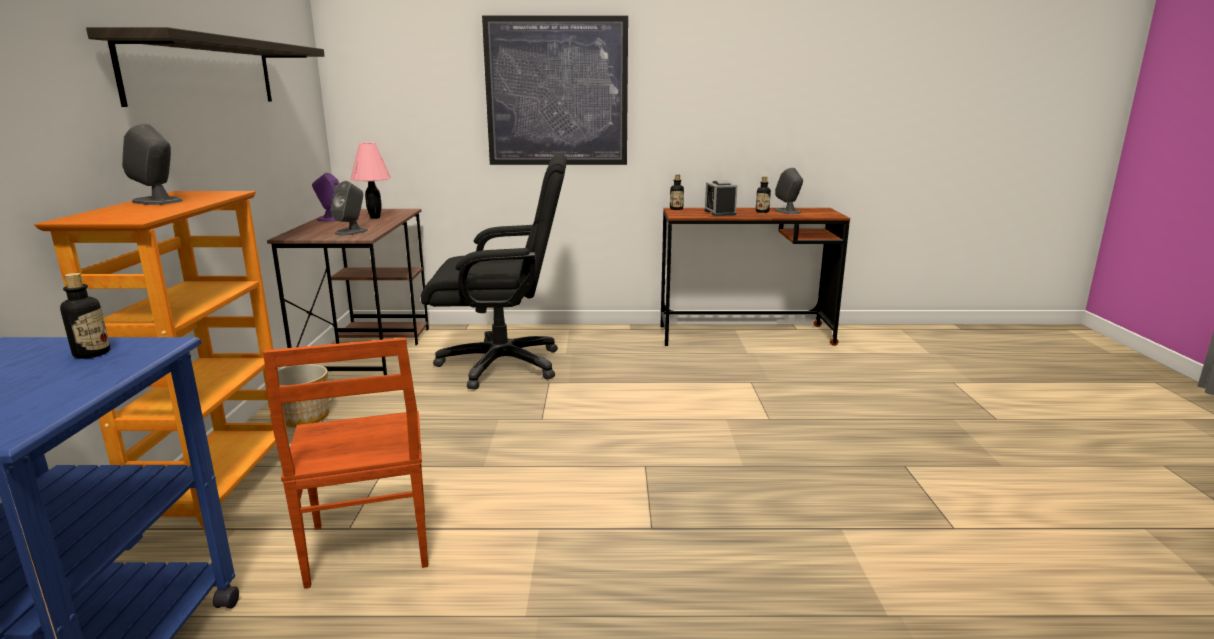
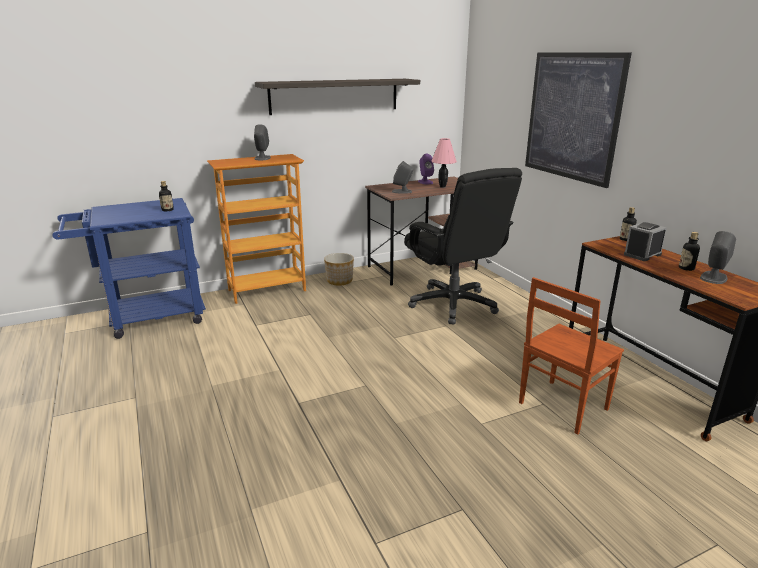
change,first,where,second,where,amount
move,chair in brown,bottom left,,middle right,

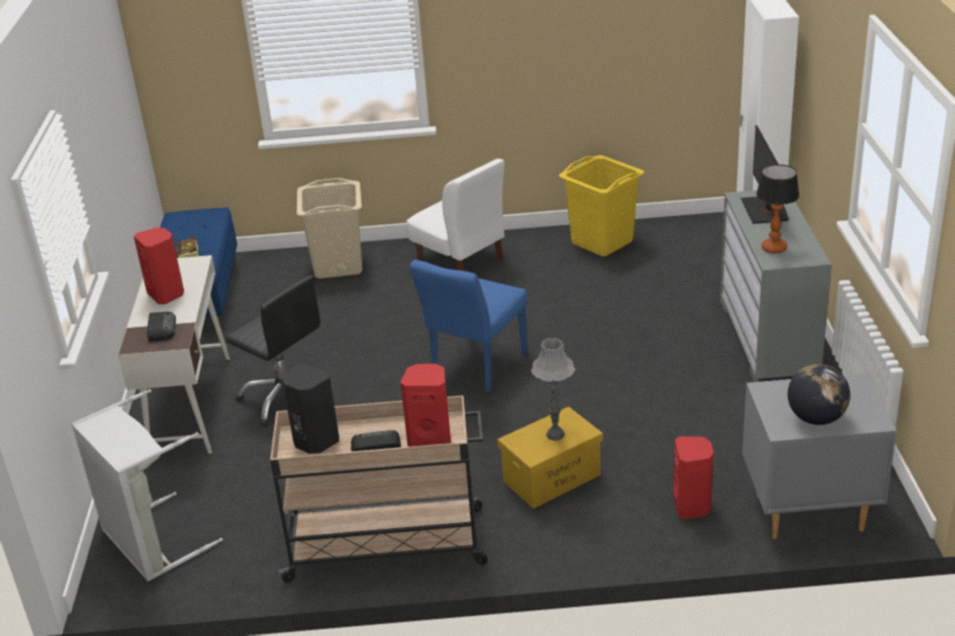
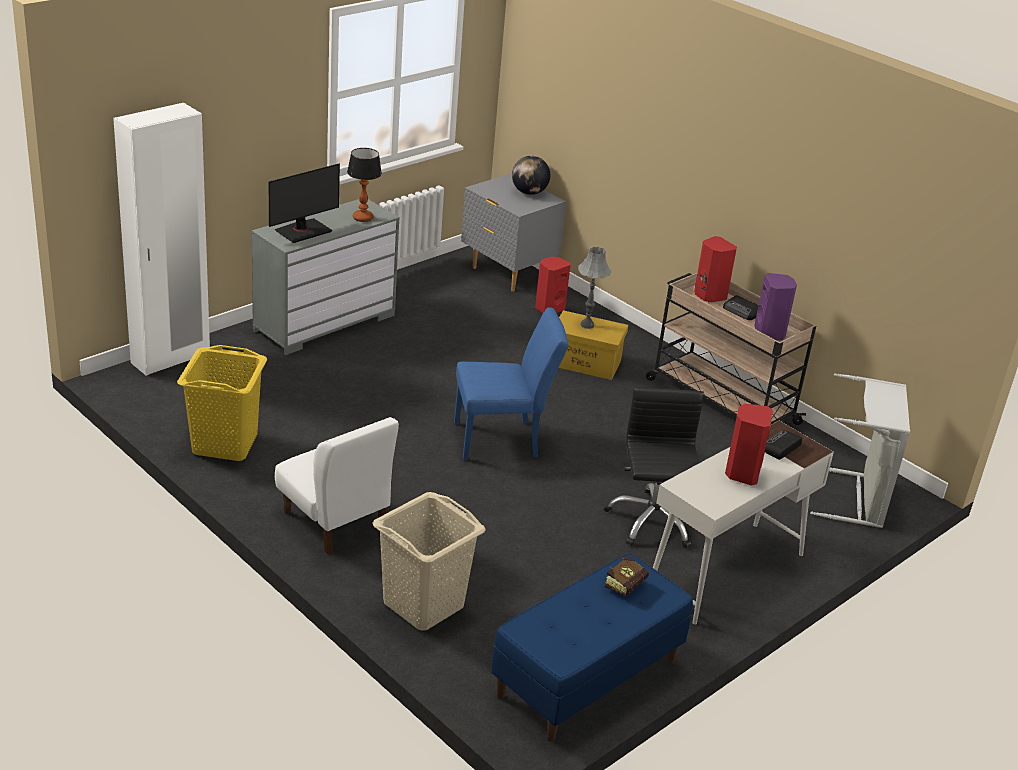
change,first,where,second,where,amount
recolor,speaker in black,middle left,speaker in purple,middle right,
rotate,chair in white,centre,,middle left,135 degrees clockwise

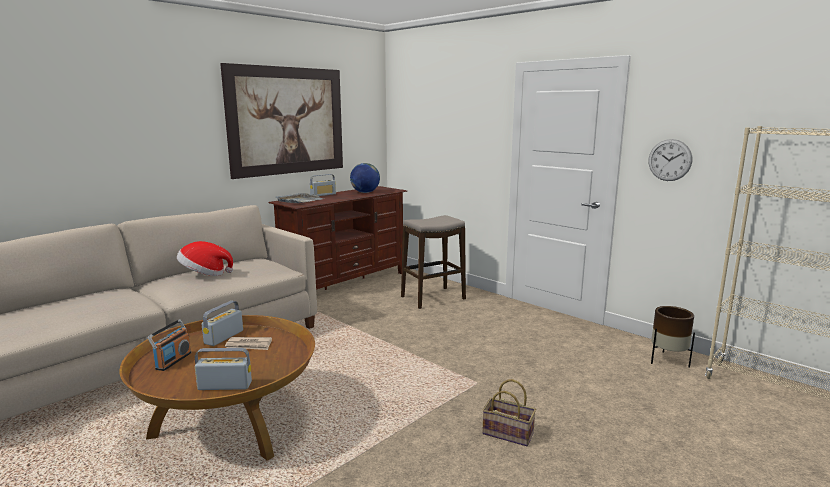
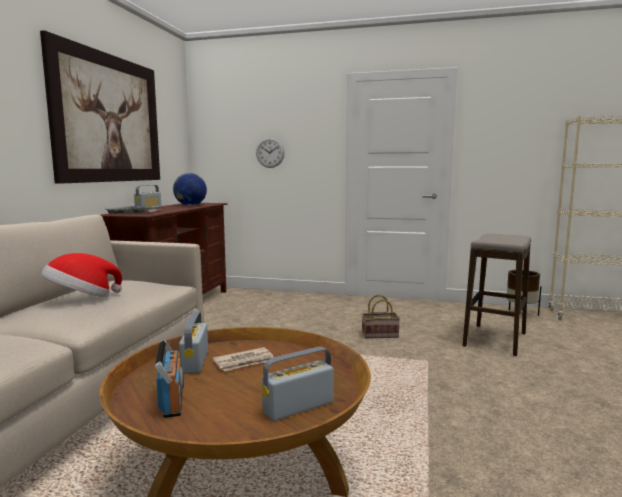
change,first,where,second,where,amount
move,stool,centre,,middle right,
move,basket,bottom centre,,centre,
move,wall clock,top right,,top centre,

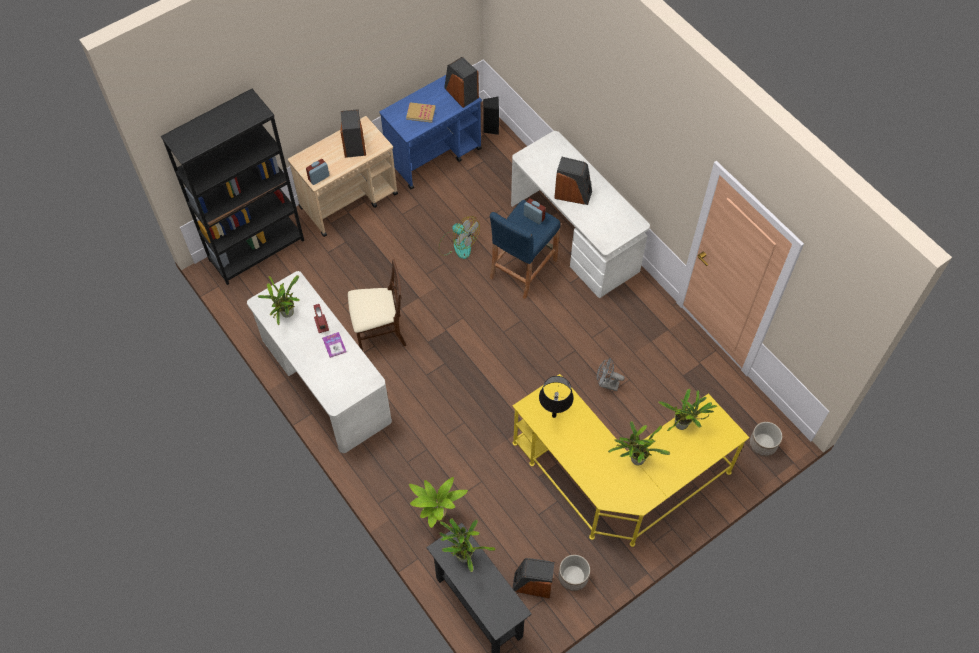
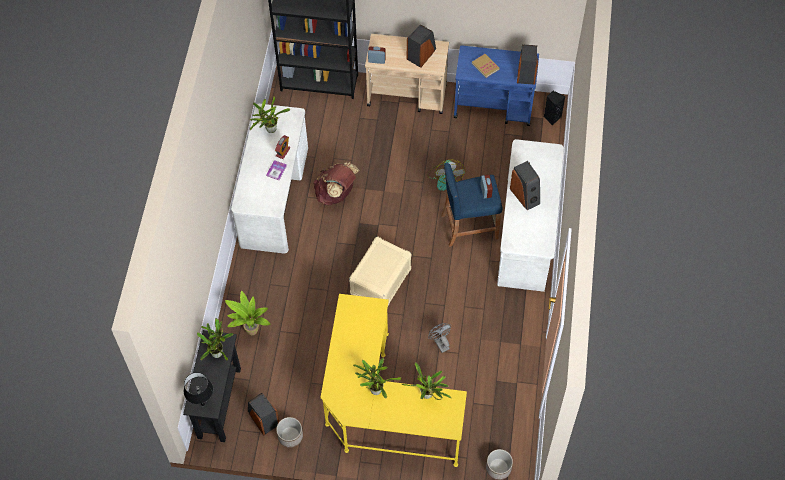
change,first,where,second,where,amount
replace,chair in beige,centre,backpack in brown,centre,
move,table lamp in black,centre,,bottom left,
insert,,,storage box in beige,centre,

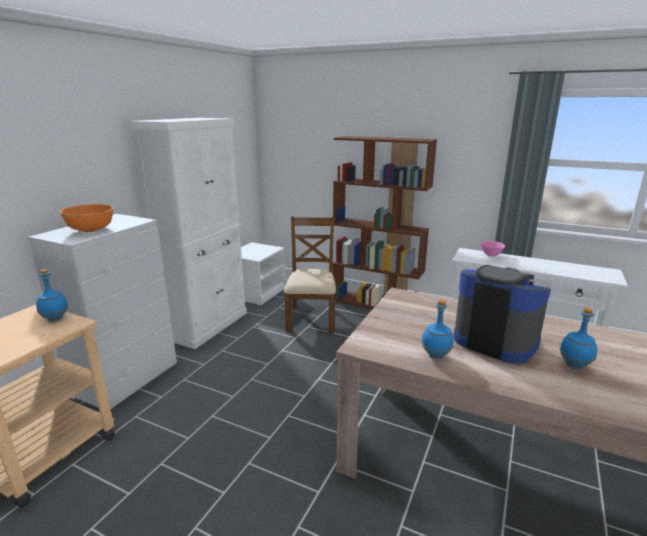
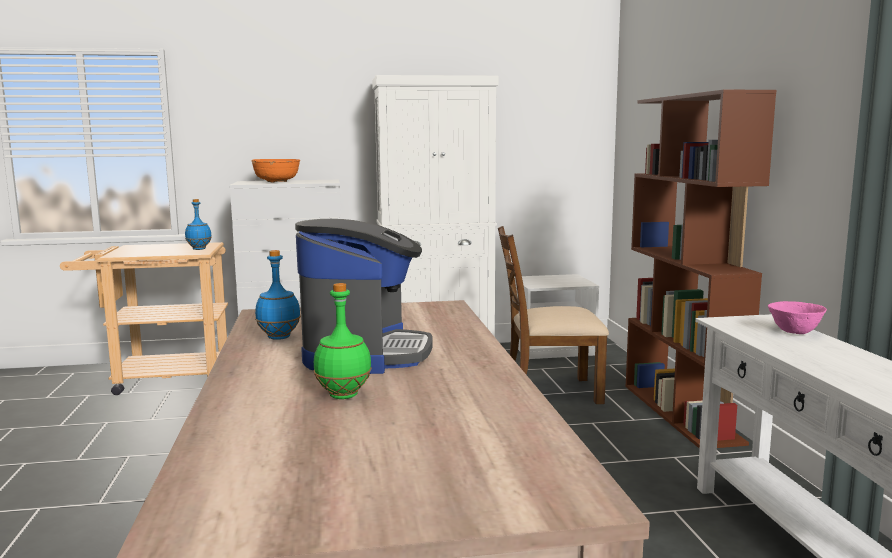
change,first,where,second,where,amount
rotate,chair in brown,centre,,centre,150 degrees counterclockwise
recolor,bottle in blue (3rd from left),middle right,bottle in green,centre,

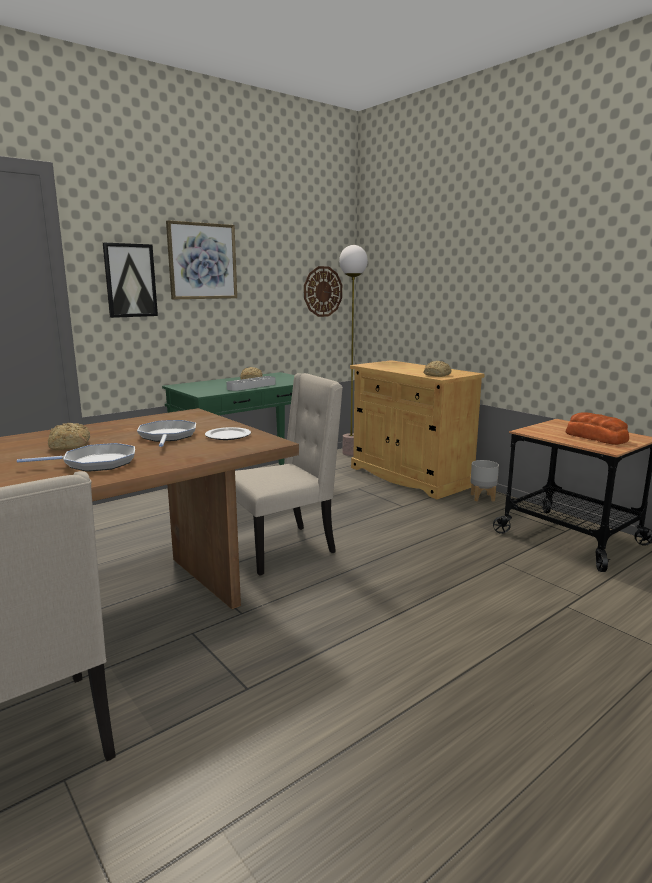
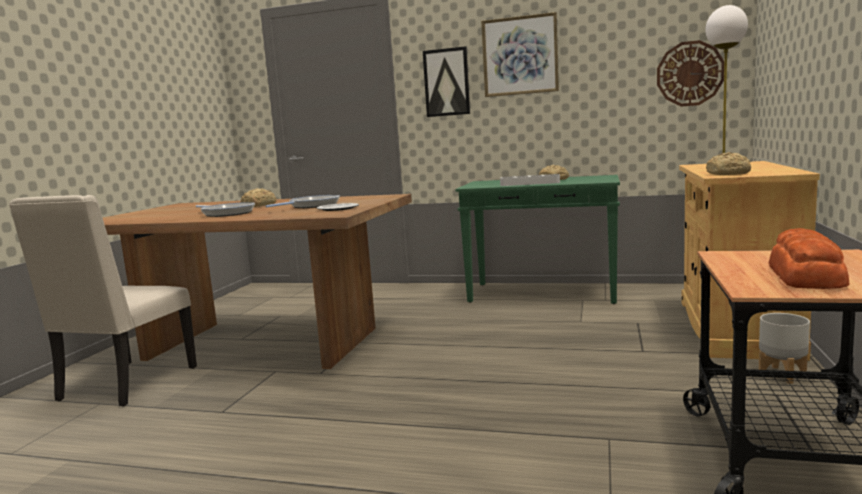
change,first,where,second,where,amount
delete,chair in beige (2nd from left),centre,,,

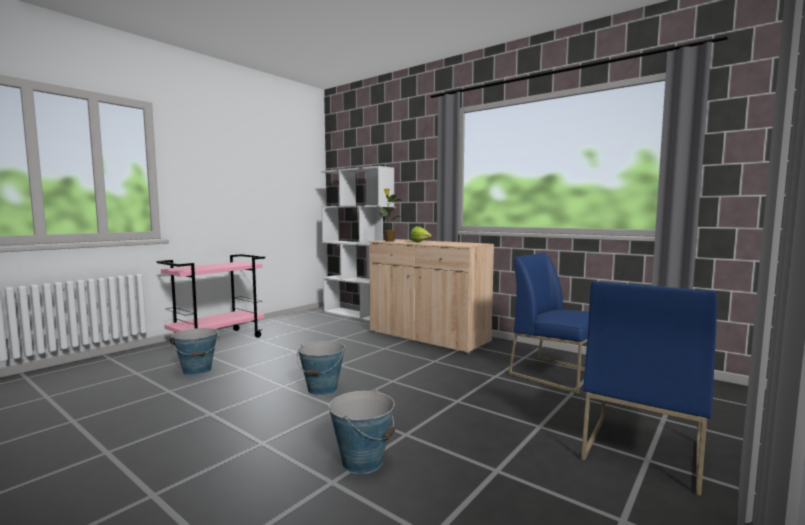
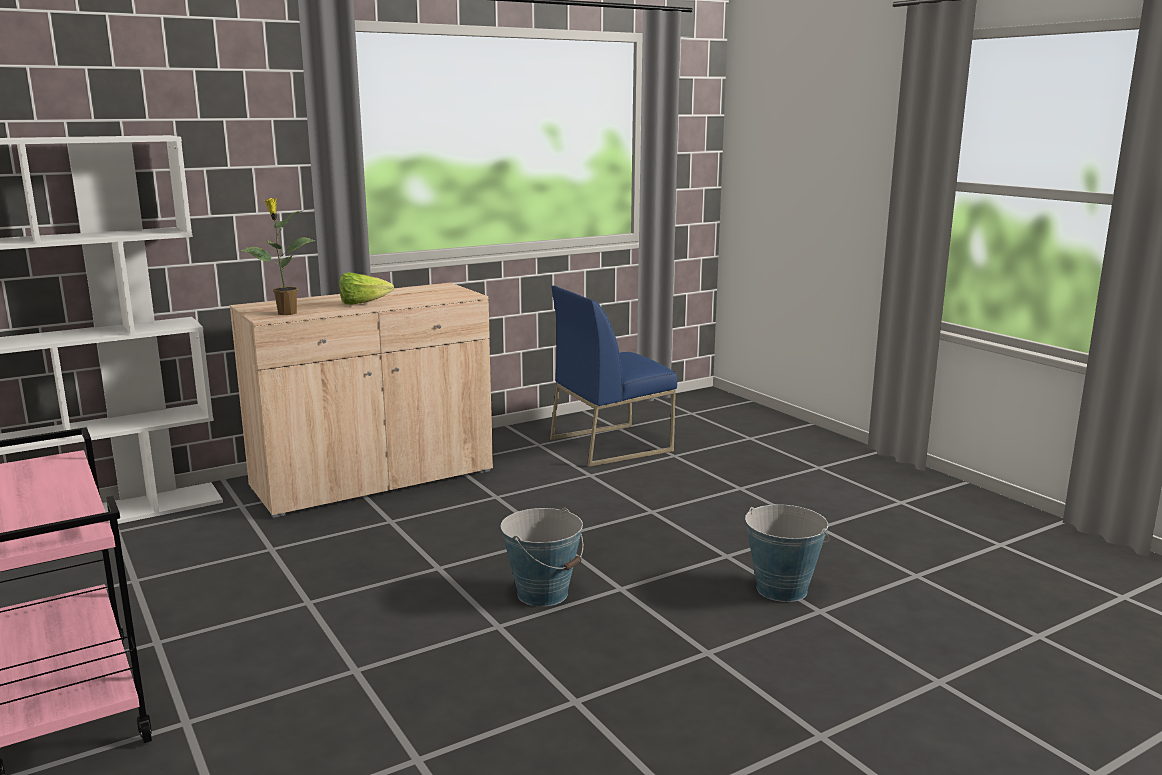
change,first,where,second,where,amount
delete,bucket (1st from left),bottom left,,,
delete,chair in blue (2nd from left),bottom right,,,

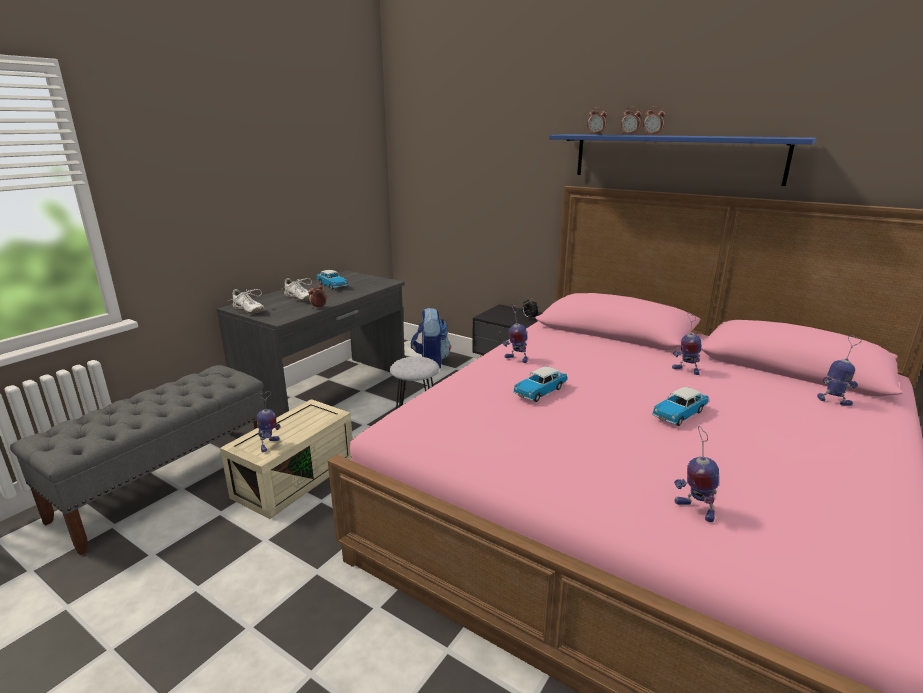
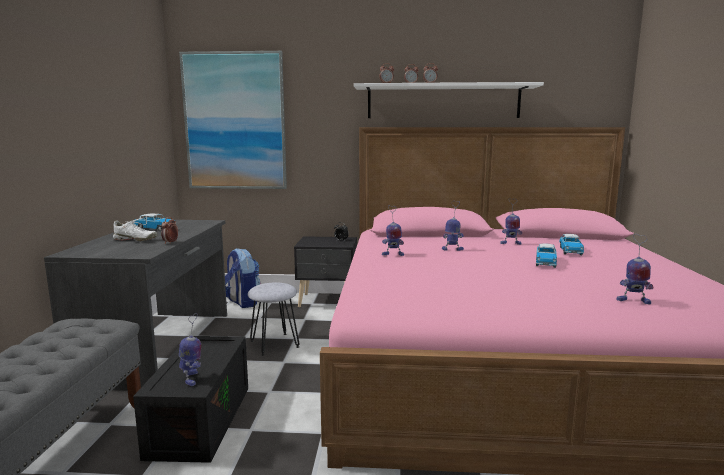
change,first,where,second,where,amount
recolor,storage box in beige,middle left,storage box in black,bottom left,
delete,shoe in white (1st from left),middle left,,,
move,toy car (2nd from left in the first image),centre,toy car (3rd from left),middle right,
recolor,shelf in blue,top right,shelf in white,top centre,
move,toy robot (5th from left in the first image),middle right,toy robot (3rd from left),centre,
insert,,,picture,top left,

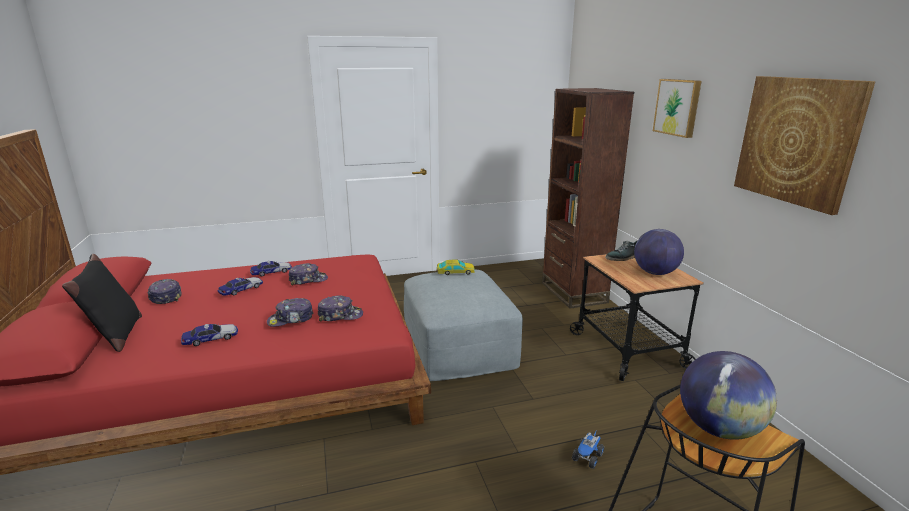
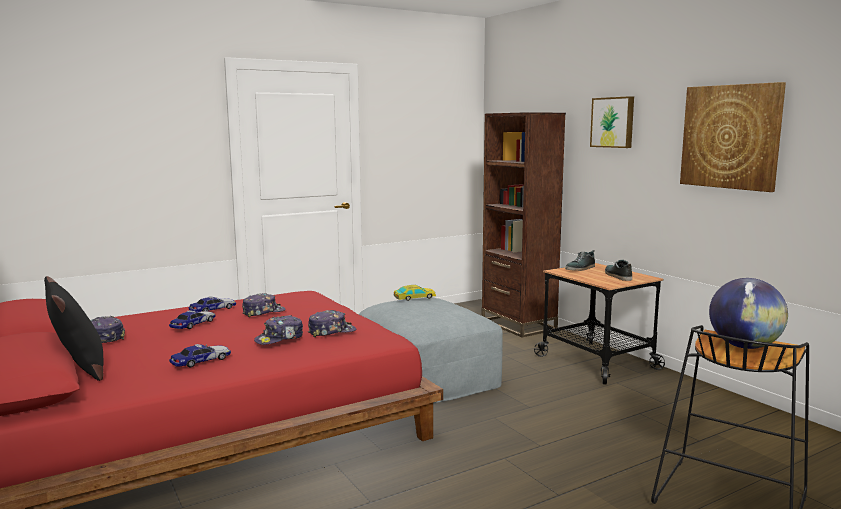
change,first,where,second,where,amount
delete,toy truck,bottom centre,,,
replace,globe (1st from left),middle right,shoe (2nd from left),middle right,

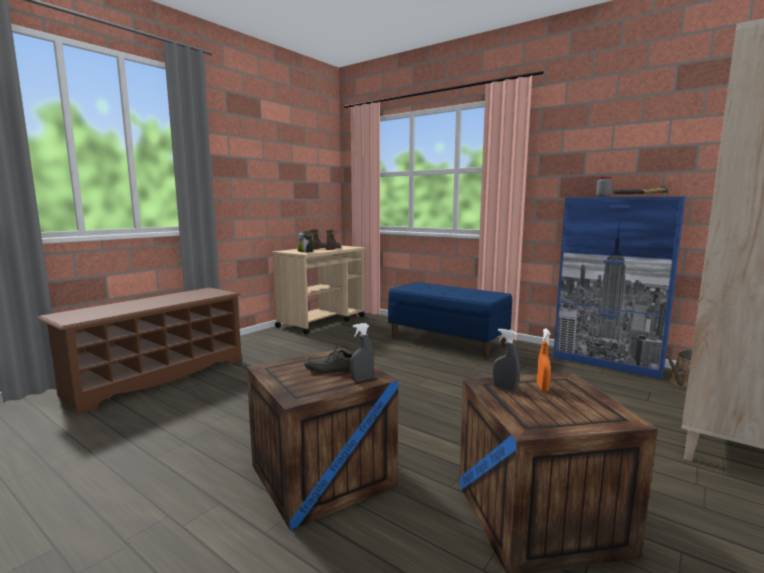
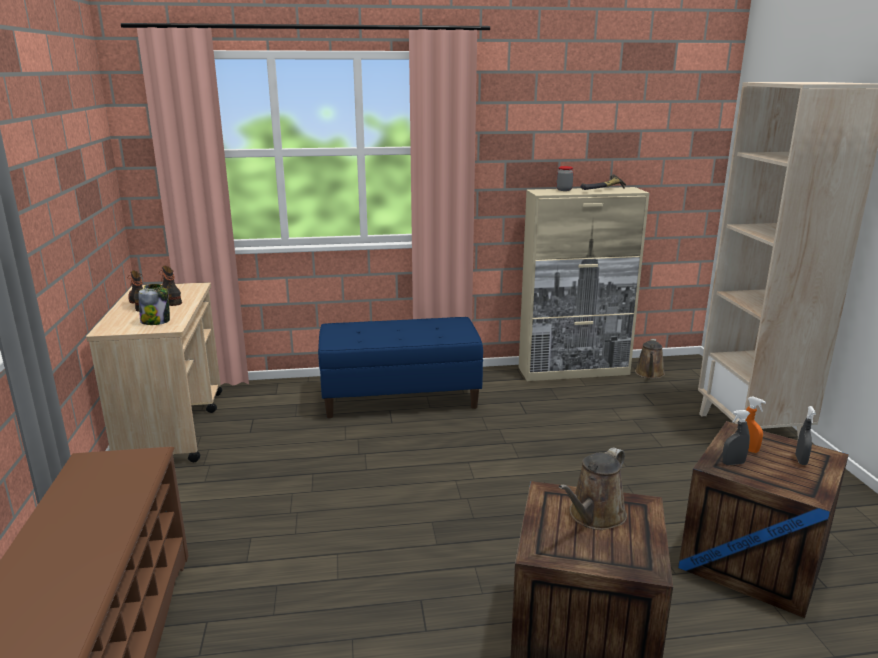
change,first,where,second,where,amount
replace,shoe in grey,centre,watering can in brown (1st from left),bottom right,
move,spray bottle in grey (1st from left in the first image),centre,spray bottle in grey (2nd from left),middle right,
recolor,cabinet in blue,middle right,cabinet in beige,centre,

